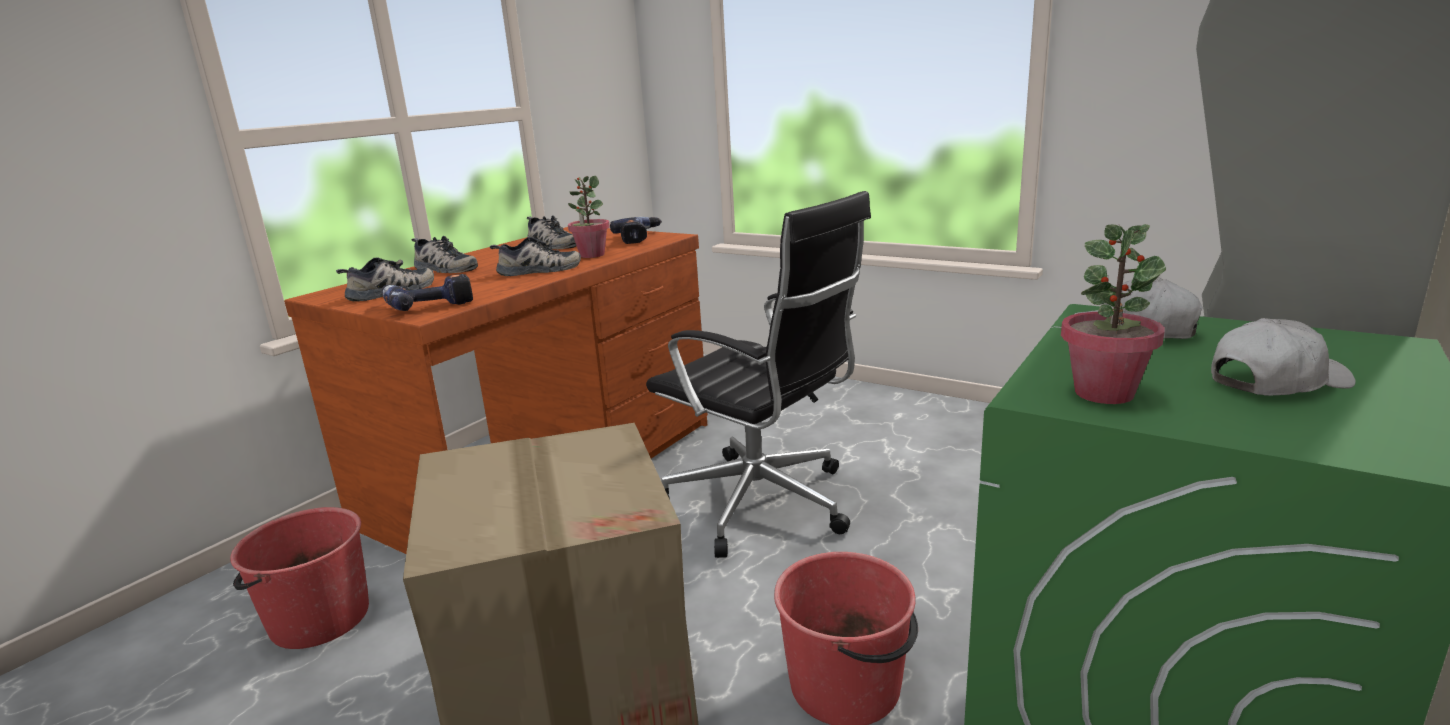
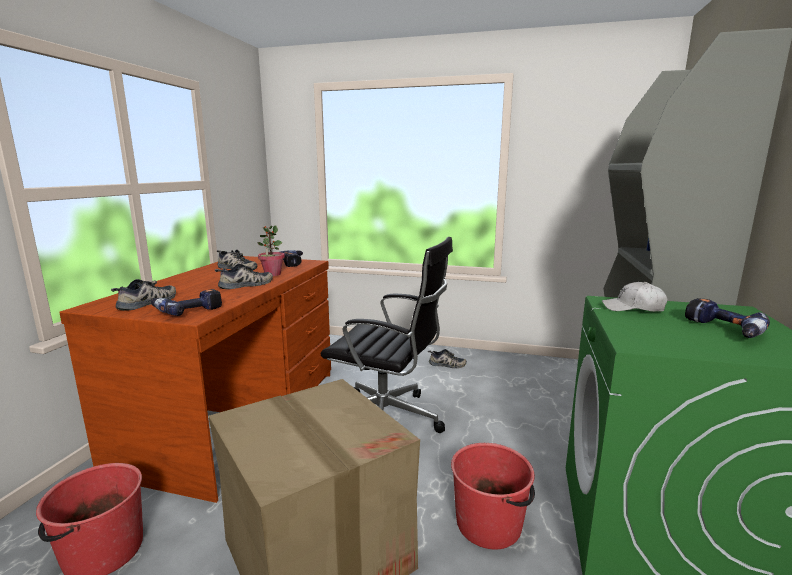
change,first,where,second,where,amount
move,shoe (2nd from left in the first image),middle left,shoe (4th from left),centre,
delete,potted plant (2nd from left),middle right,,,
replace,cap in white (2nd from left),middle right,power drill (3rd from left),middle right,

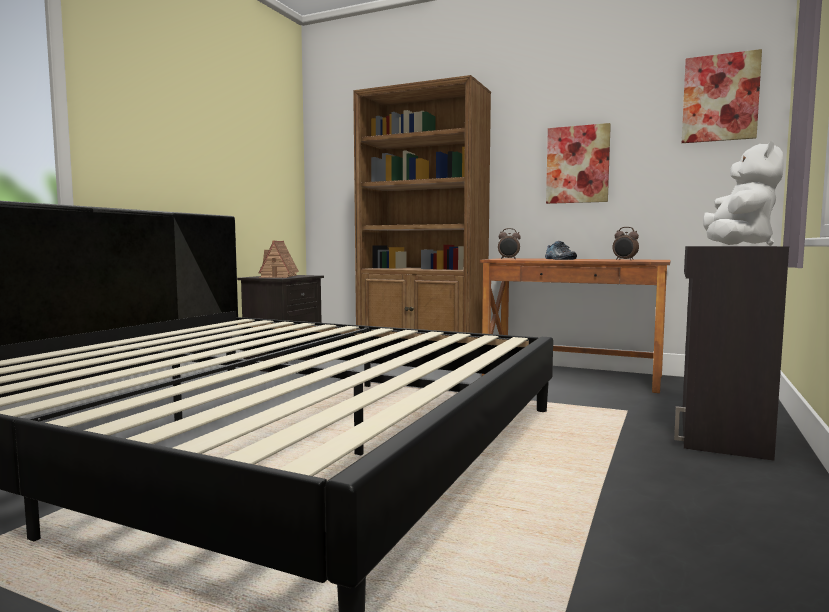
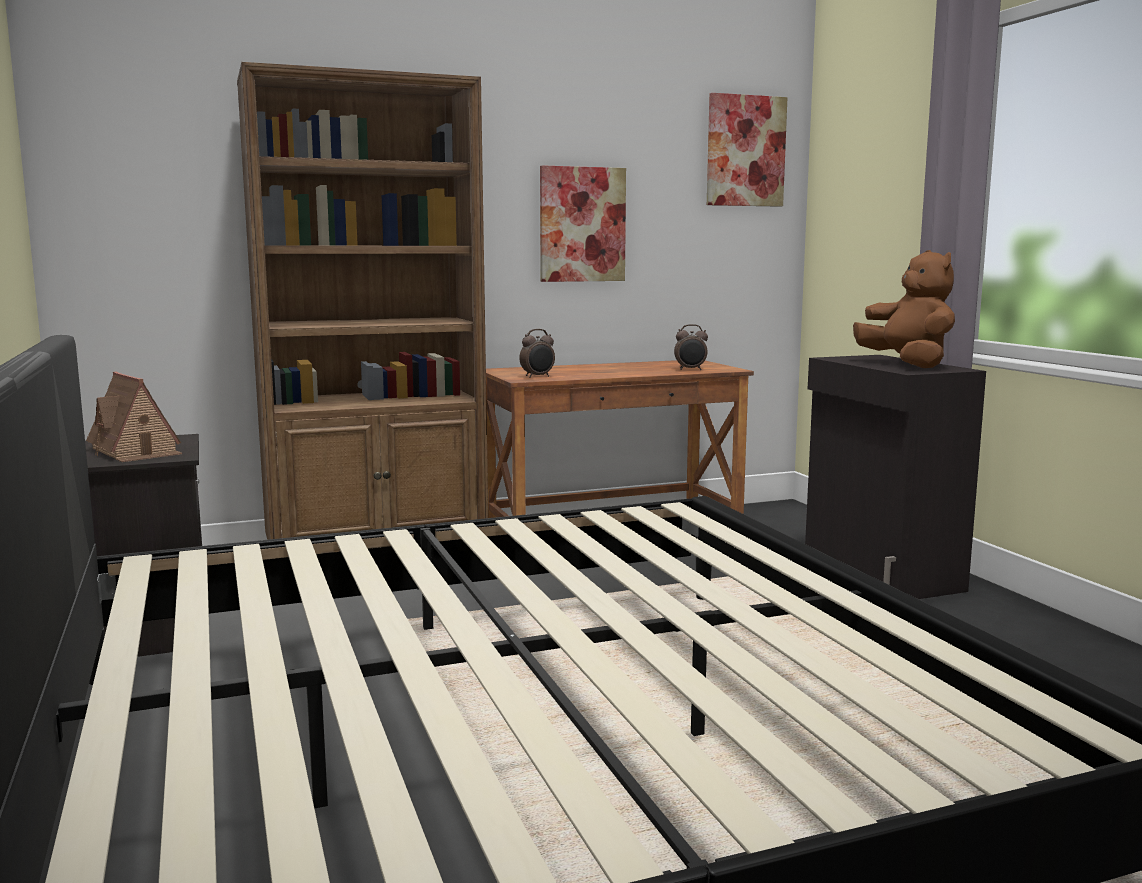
change,first,where,second,where,amount
delete,shoe,middle right,,,
recolor,plush toy in white,top right,plush toy in brown,middle right,

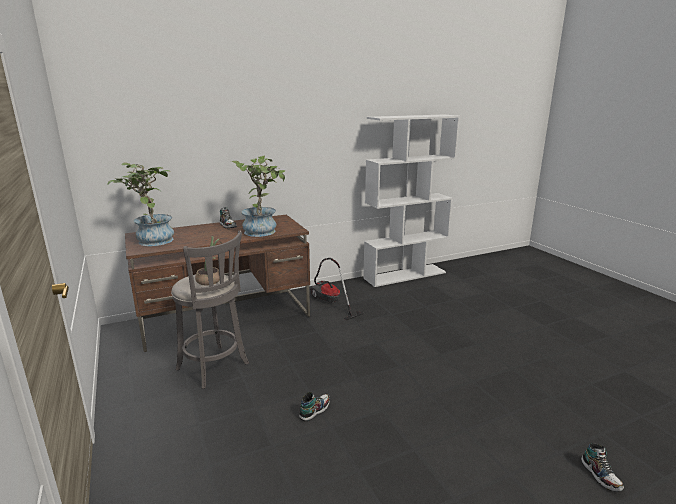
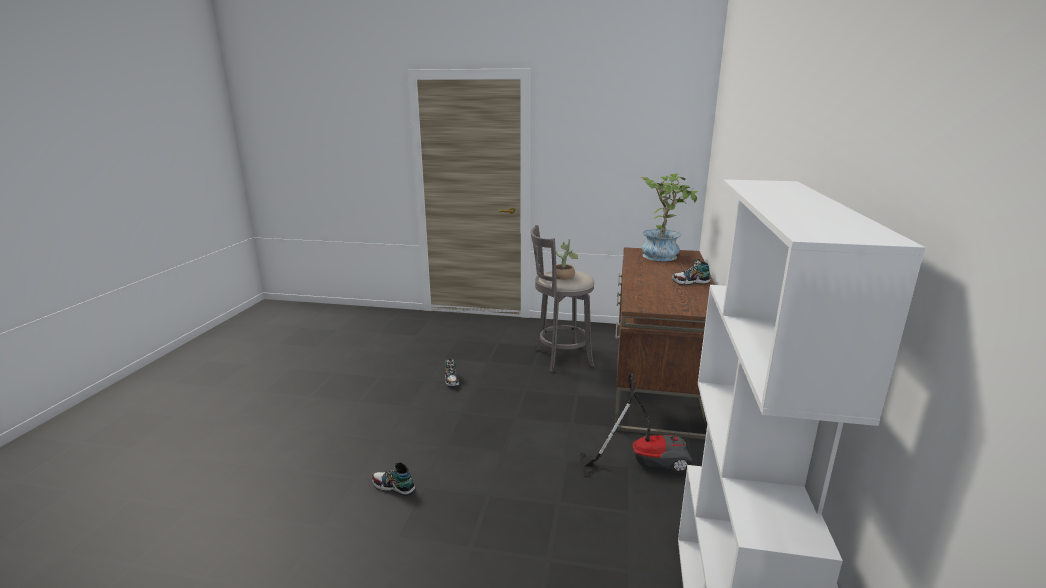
change,first,where,second,where,amount
delete,potted plant (3rd from left),centre,,,
move,shoe (3rd from left in the first image),bottom right,shoe (1st from left),bottom centre,

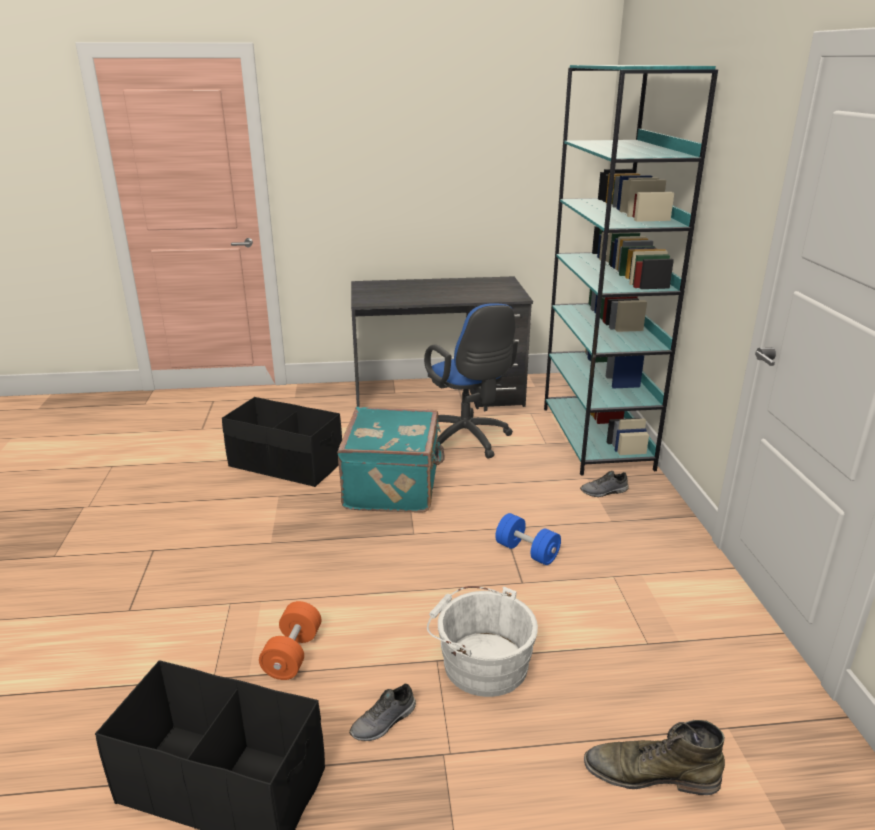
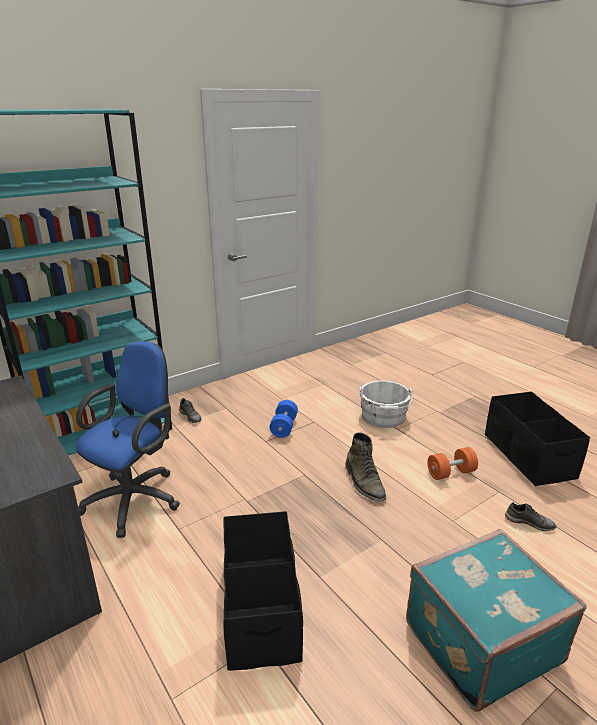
change,first,where,second,where,amount
move,suitcase in turquoise,centre,,bottom right,
move,shoe in grey (1st from left in the first image),bottom centre,shoe in grey (2nd from left),bottom right,
move,boot in green,bottom right,,centre,

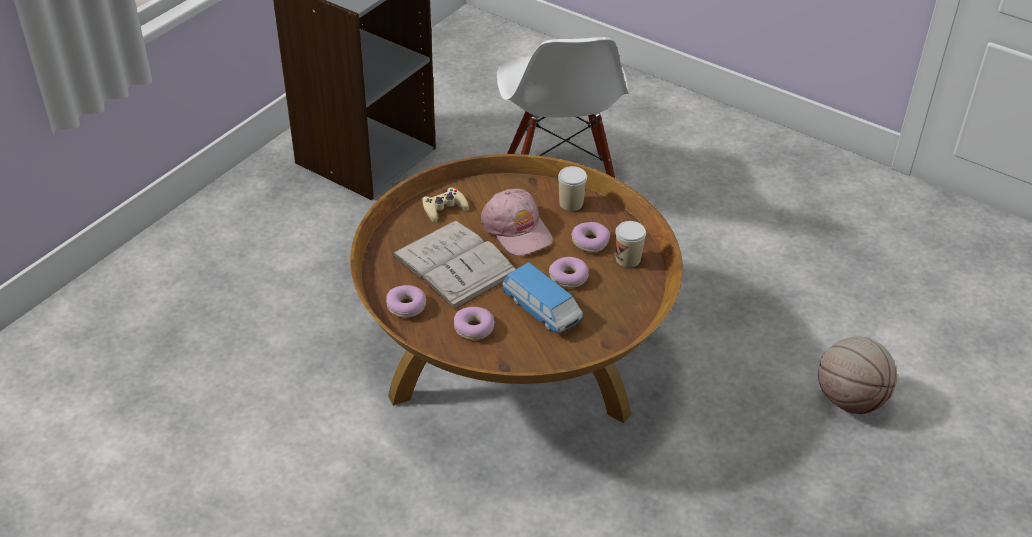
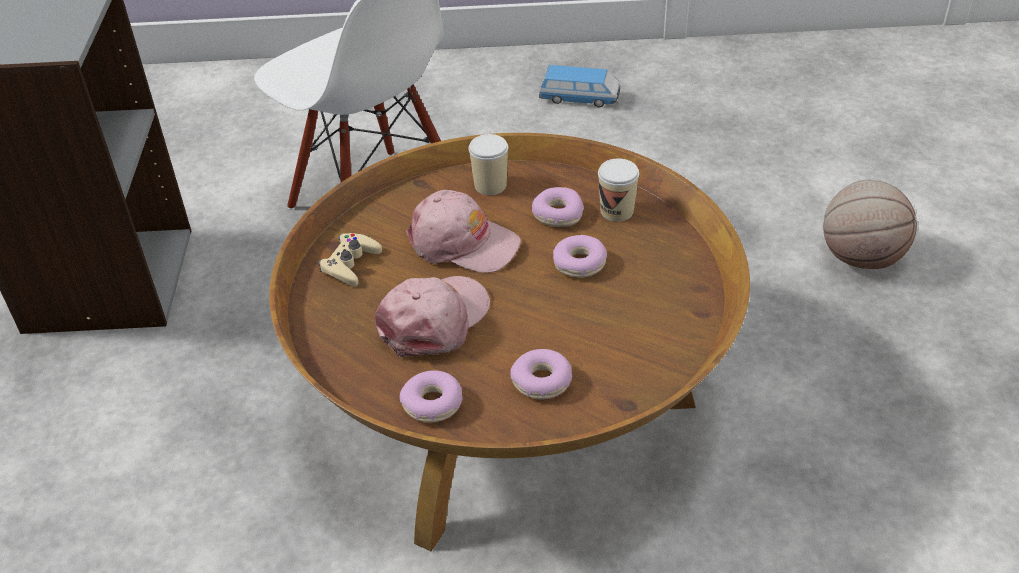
change,first,where,second,where,amount
replace,book in white,centre,cap in pink (1st from left),centre,
move,toy car,centre,,top centre,

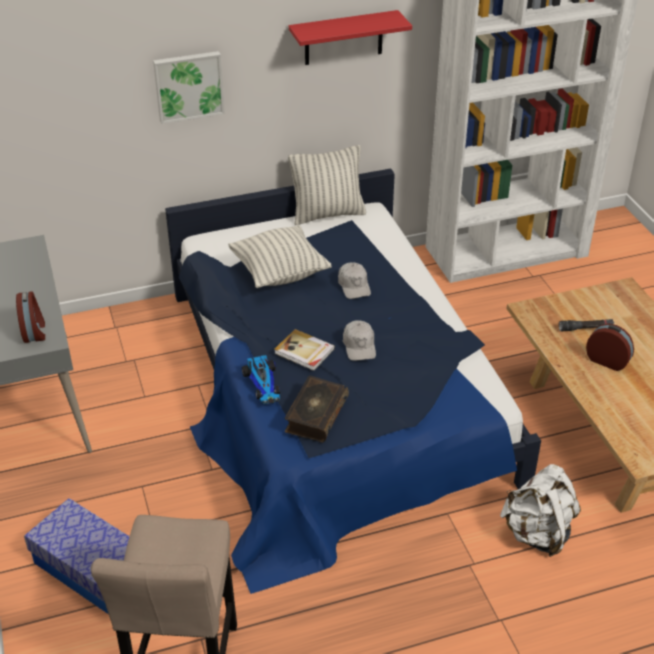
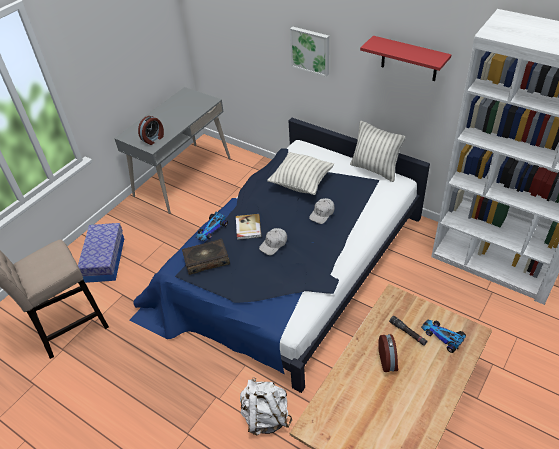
change,first,where,second,where,amount
insert,,,toy car (2nd from left),bottom right,

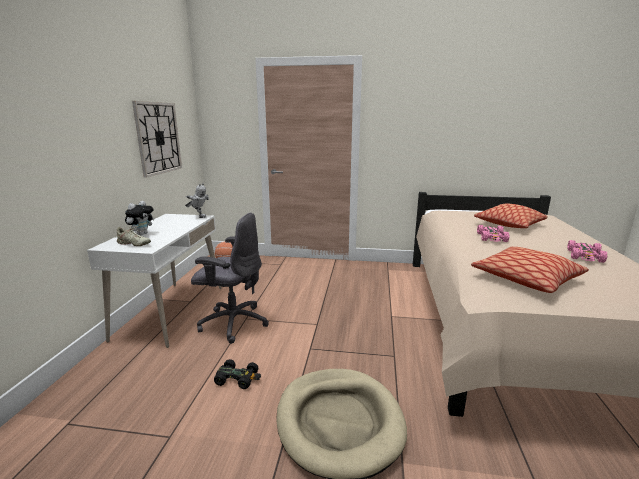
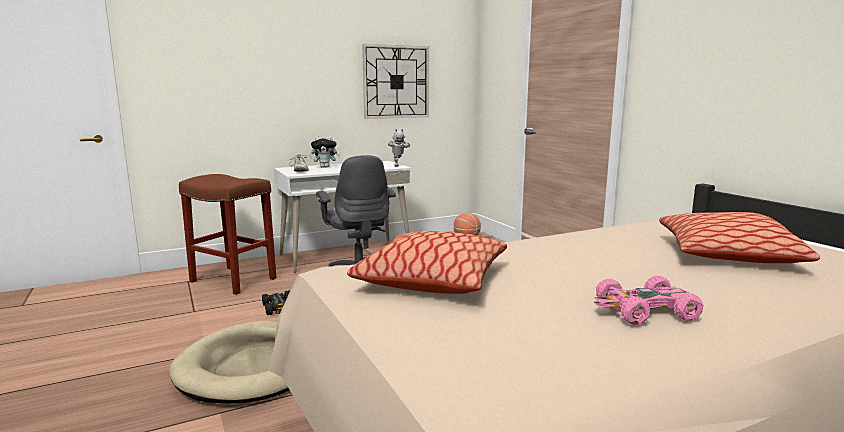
change,first,where,second,where,amount
delete,toy car in pink (1st from left),middle right,,,
insert,,,stool in brown,middle left,

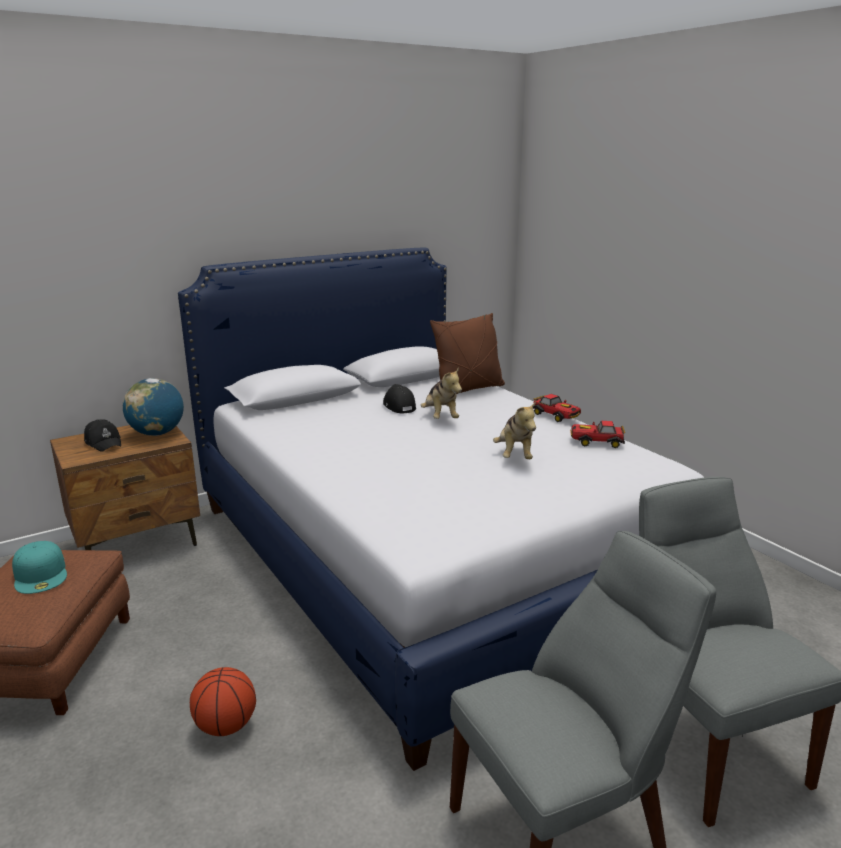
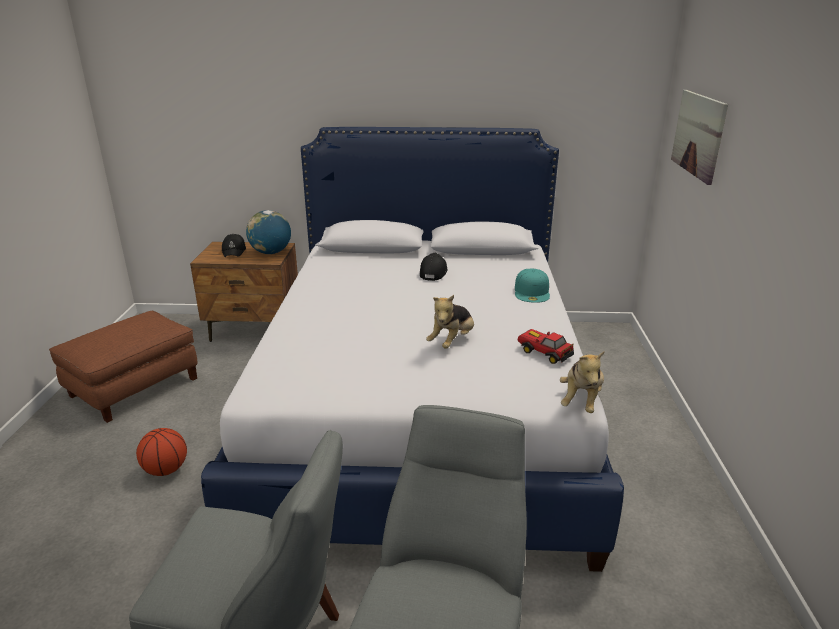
change,first,where,second,where,amount
move,cap in turquoise,bottom left,,centre,
move,plush toy (1st from left in the first image),centre,plush toy (2nd from left),middle right,
delete,pillow in brown,centre,,,
delete,toy car (1st from left),centre,,,
insert,,,picture,top right,

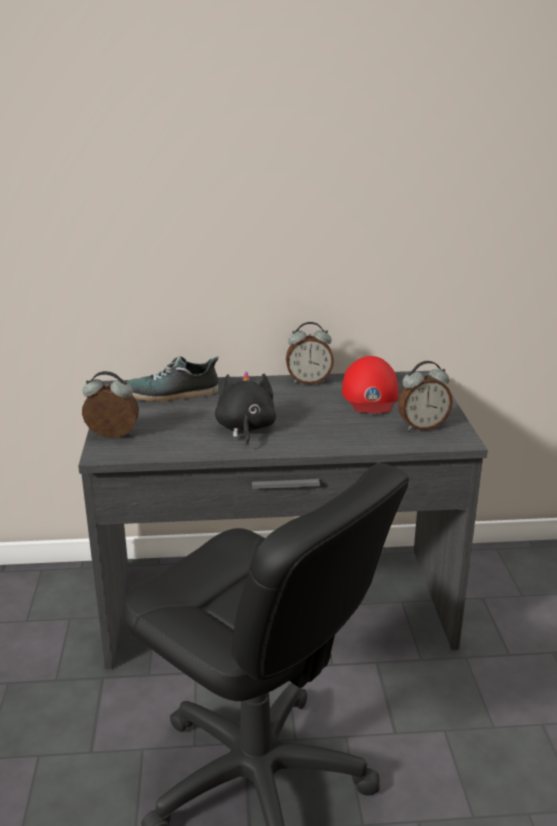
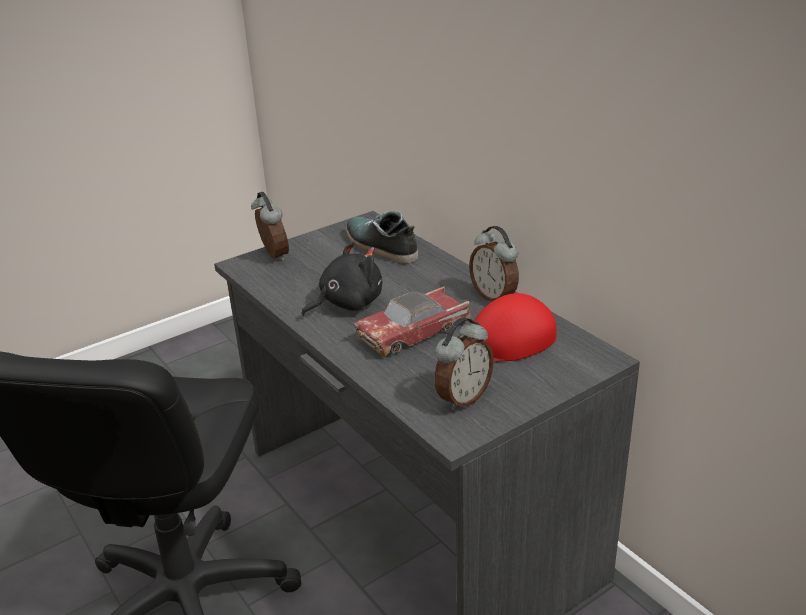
change,first,where,second,where,amount
rotate,alarm clock (3rd from left in the first image),middle right,alarm clock (2nd from left),centre,90 degrees counterclockwise
insert,,,toy car,centre,

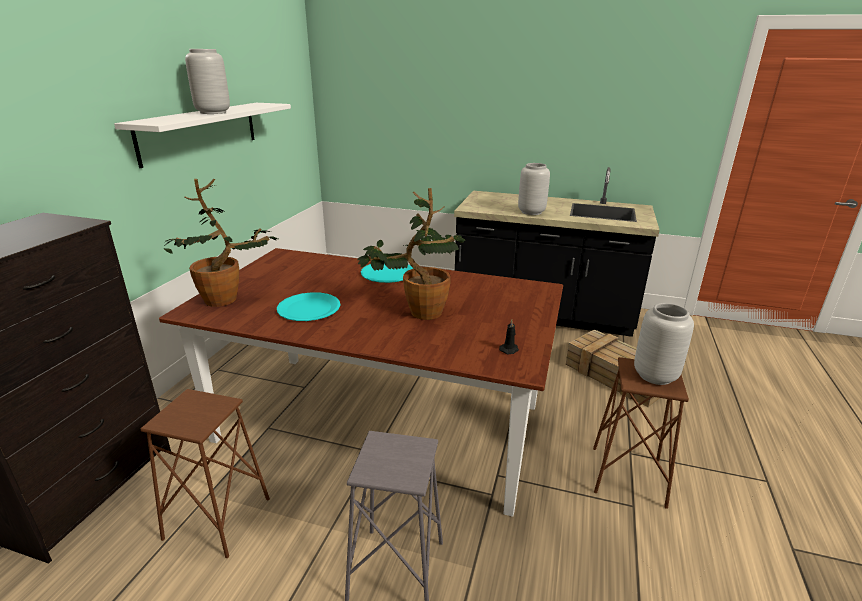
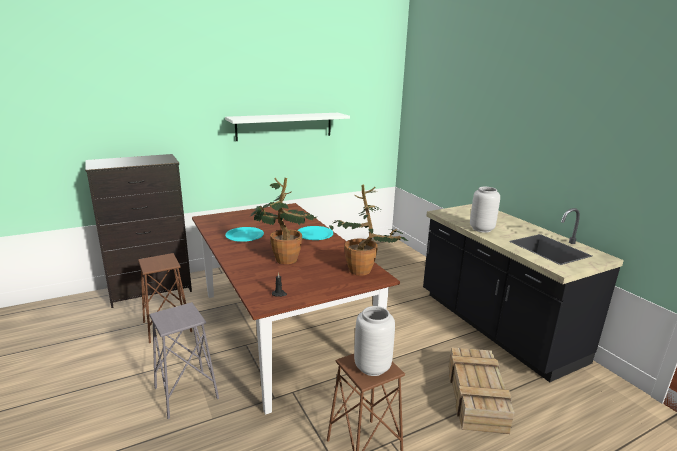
change,first,where,second,where,amount
move,potted plant (1st from left in the first image),middle left,potted plant (2nd from left),centre,
delete,vase in grey (1st from left),top left,,,

